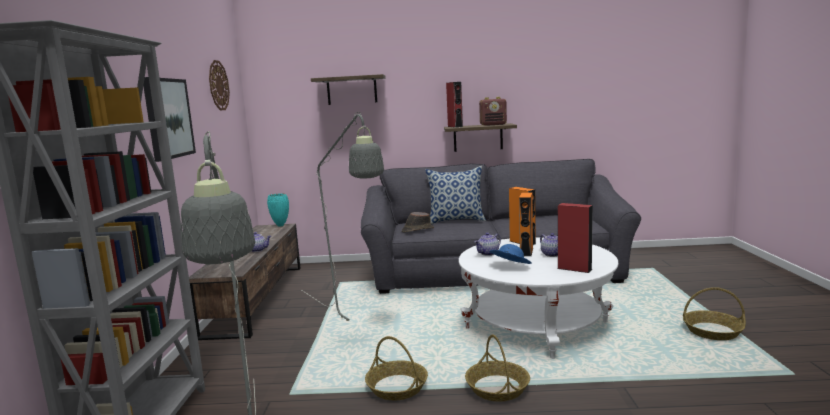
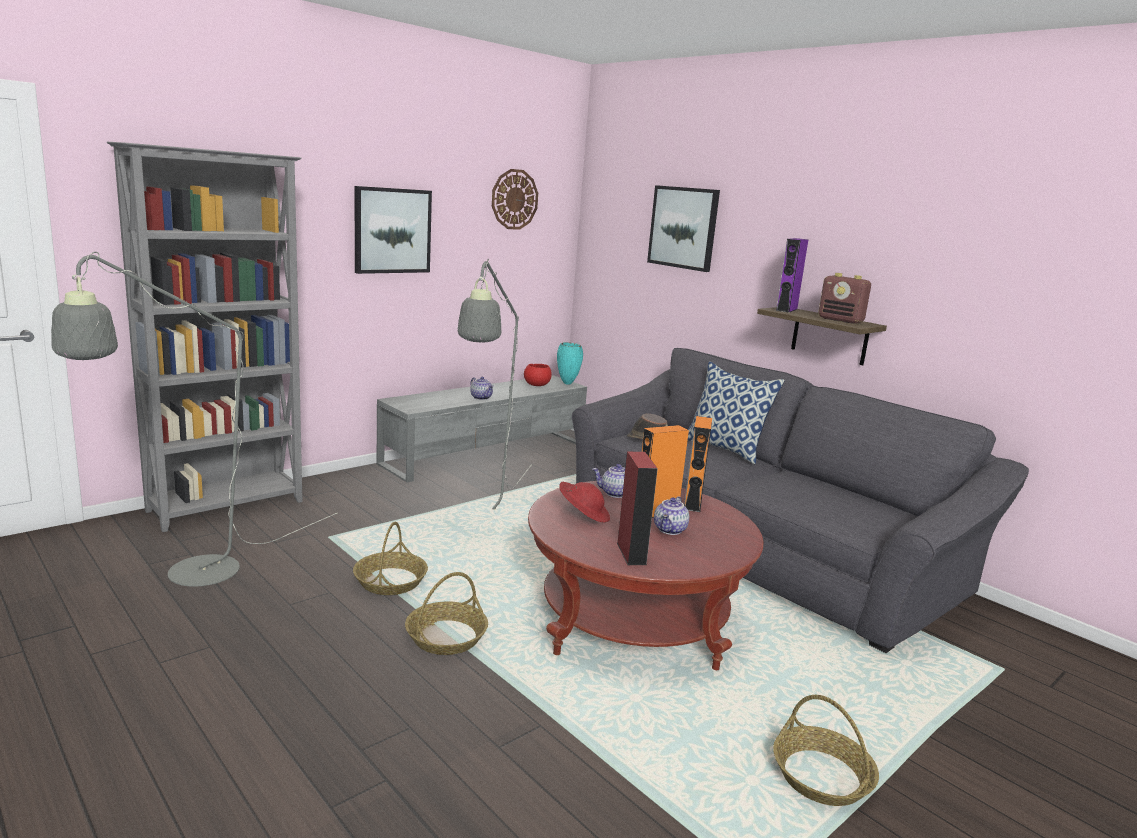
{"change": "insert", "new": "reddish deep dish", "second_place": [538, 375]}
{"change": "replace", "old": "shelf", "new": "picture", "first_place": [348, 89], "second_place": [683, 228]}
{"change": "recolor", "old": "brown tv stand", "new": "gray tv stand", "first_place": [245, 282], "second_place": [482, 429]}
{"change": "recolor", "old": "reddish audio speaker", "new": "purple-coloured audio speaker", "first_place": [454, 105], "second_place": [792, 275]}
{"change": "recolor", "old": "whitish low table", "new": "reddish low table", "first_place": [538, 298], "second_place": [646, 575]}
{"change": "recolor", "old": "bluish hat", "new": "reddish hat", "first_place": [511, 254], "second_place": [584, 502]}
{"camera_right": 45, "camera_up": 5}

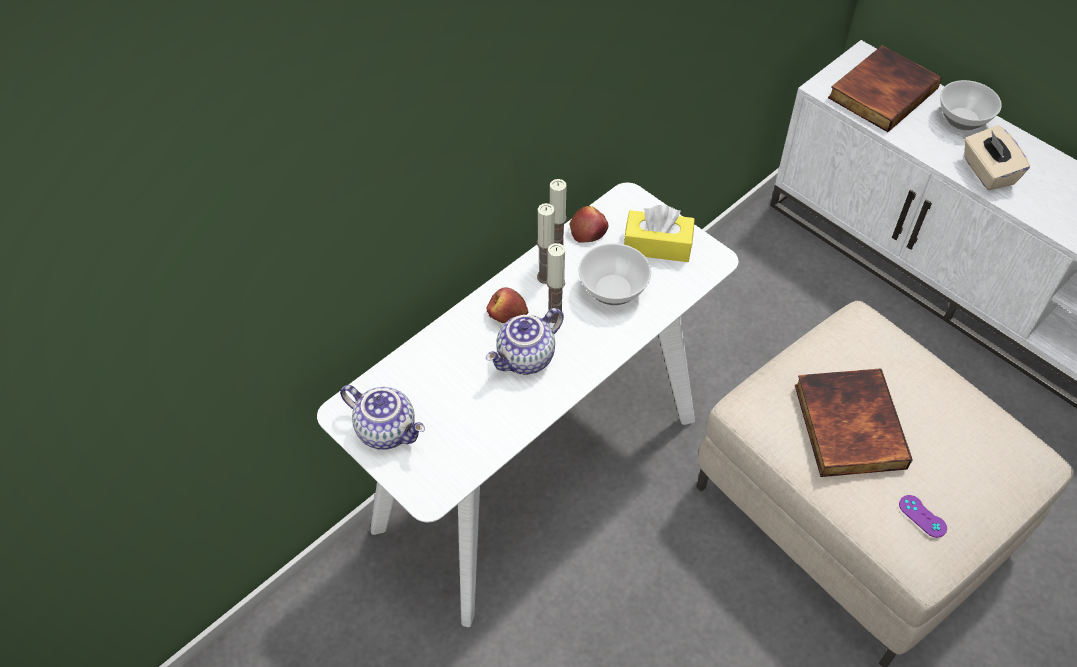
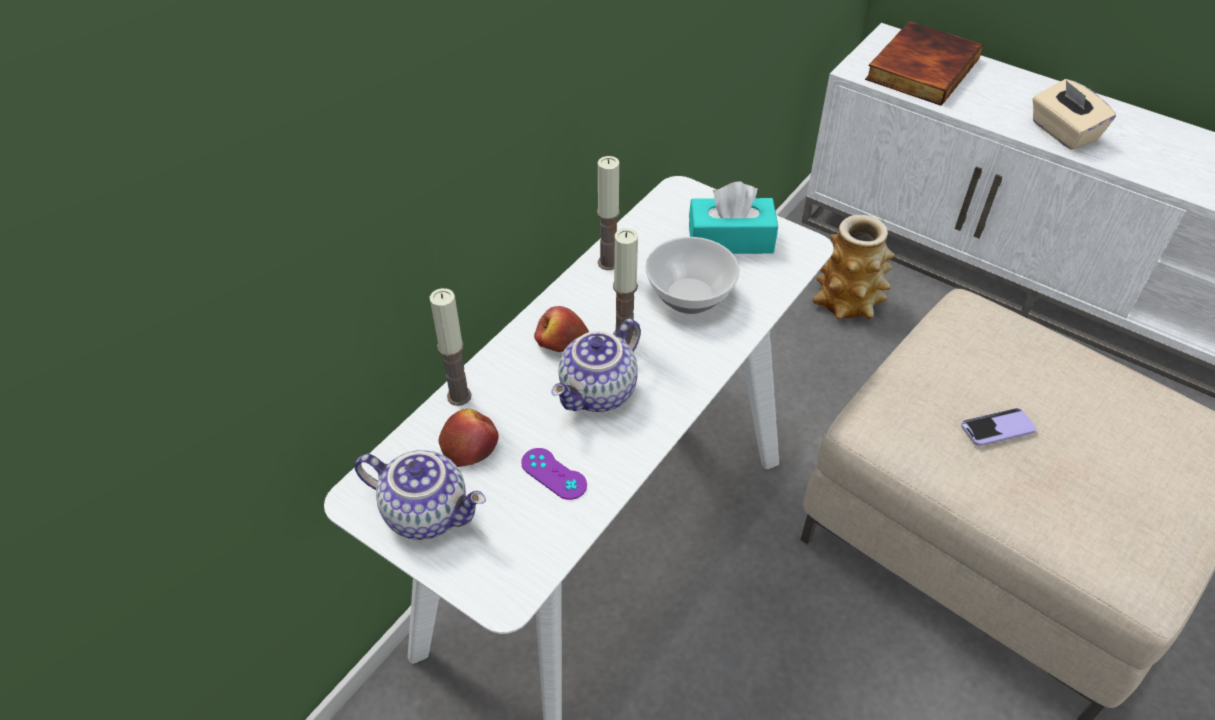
{"change": "delete", "old": "deep dish", "first_place": [971, 105]}
{"change": "insert", "new": "decorative vase", "second_place": [853, 267]}
{"change": "move", "old": "wax light", "first_place": [546, 243], "second_place": [451, 347]}
{"change": "move", "old": "whole apple", "first_place": [589, 224], "second_place": [468, 438]}
{"change": "move", "old": "purple-coloured game controller", "first_place": [923, 516], "second_place": [554, 474]}
{"change": "replace", "old": "volume", "new": "handset", "first_place": [854, 423], "second_place": [998, 427]}
{"change": "recolor", "old": "yellow tissue box", "new": "turquoise-coloured tissue box", "first_place": [659, 233], "second_place": [733, 217]}
{"camera_right": -10, "camera_up": -5}

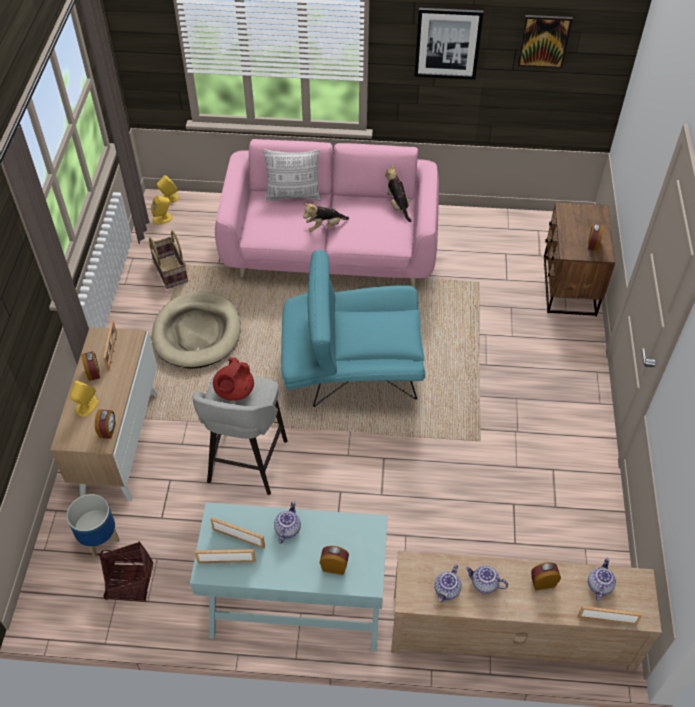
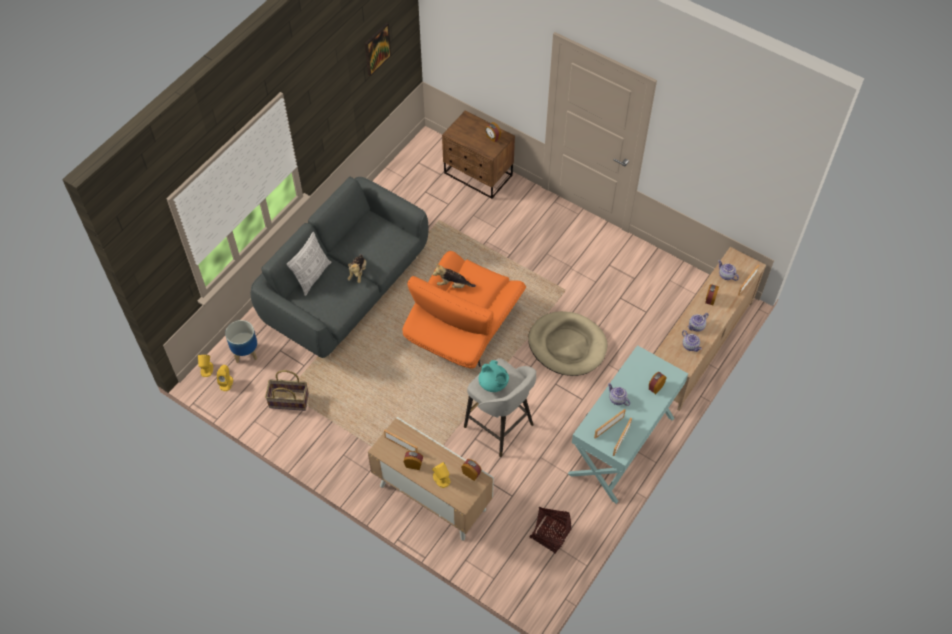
{"change": "delete", "old": "picture", "first_place": [449, 44]}
{"change": "move", "old": "flower pot", "first_place": [93, 526], "second_place": [241, 341]}
{"change": "move", "old": "sand-coloured dog bed", "first_place": [196, 330], "second_place": [567, 343]}
{"change": "move", "old": "cuddly toy", "first_place": [398, 193], "second_place": [454, 276]}
{"change": "recolor", "old": "reddish tea pot", "new": "turquoise-coloured tea pot", "first_place": [233, 379], "second_place": [493, 376]}
{"change": "recolor", "old": "pink sofa", "new": "gray sofa", "first_place": [327, 213], "second_place": [340, 267]}
{"change": "recolor", "old": "turquoise-coloured lounge chair", "new": "orange lounge chair", "first_place": [353, 328], "second_place": [464, 310]}
{"camera_right": -60, "camera_up": 5}

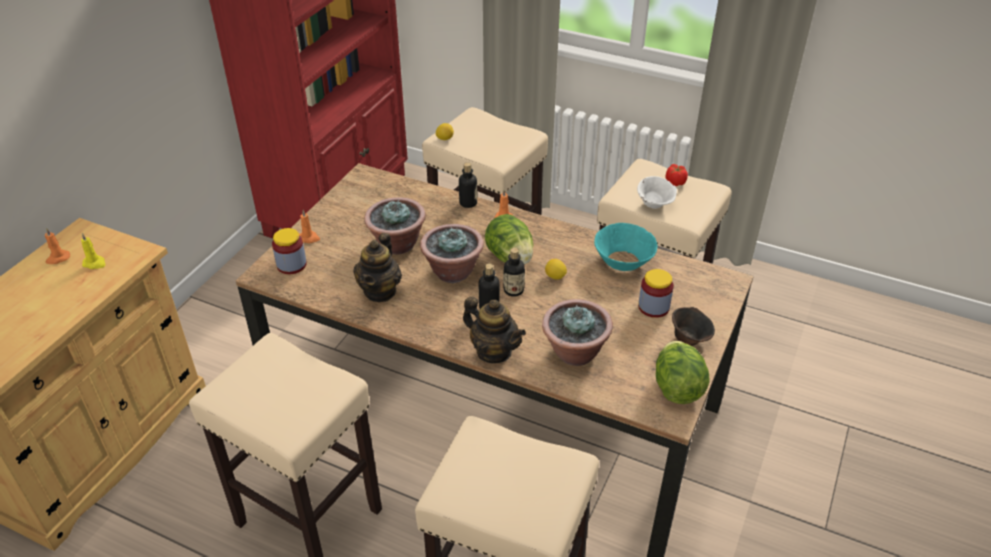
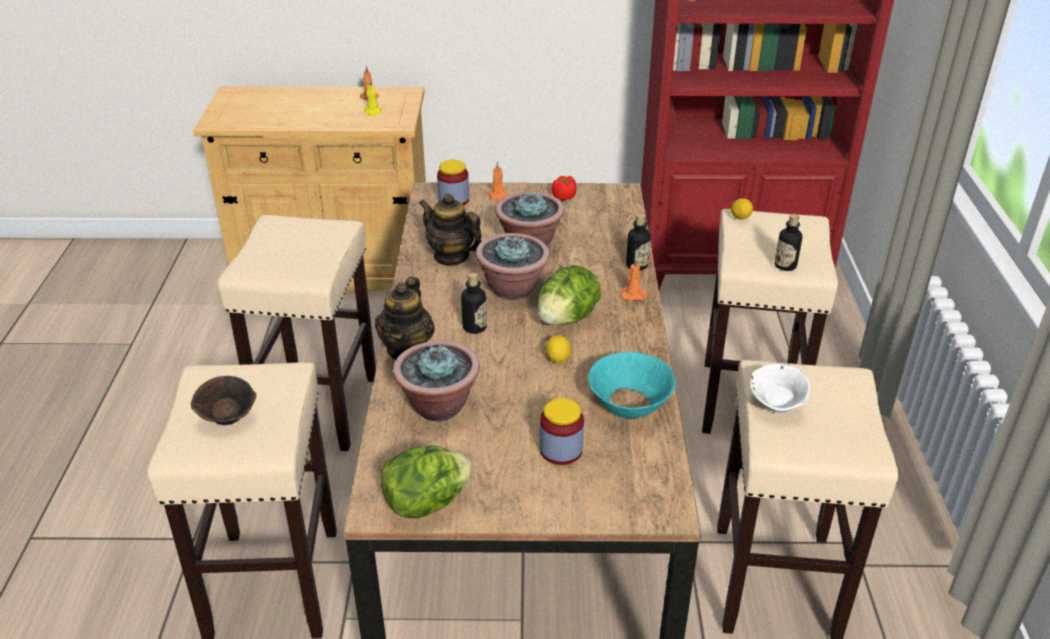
{"change": "move", "old": "beverage bottle", "first_place": [514, 272], "second_place": [788, 242]}
{"change": "move", "old": "whole tomato", "first_place": [676, 175], "second_place": [564, 188]}
{"change": "move", "old": "brown deep dish", "first_place": [693, 326], "second_place": [223, 400]}
{"change": "rotate", "old": "tea pot", "first_place": [377, 267], "second_place": [450, 229], "degrees": 45}
{"camera_right": 65, "camera_up": -5}

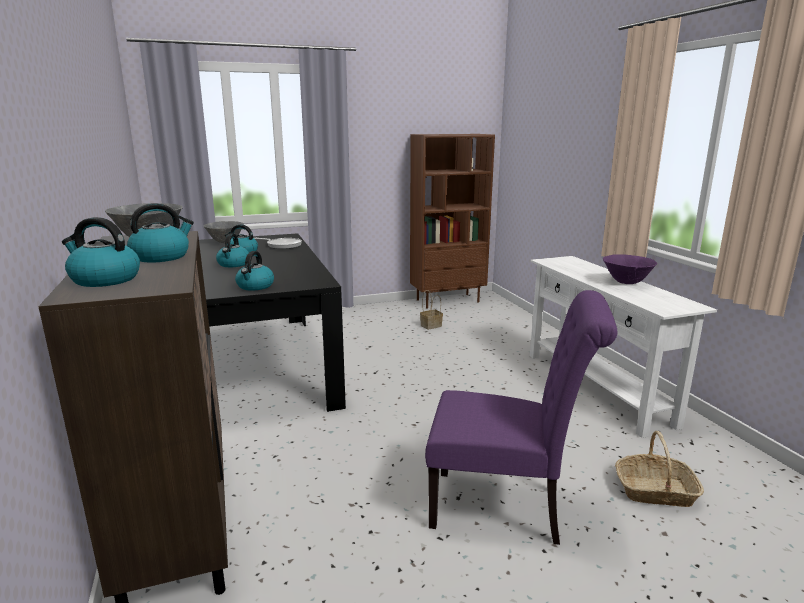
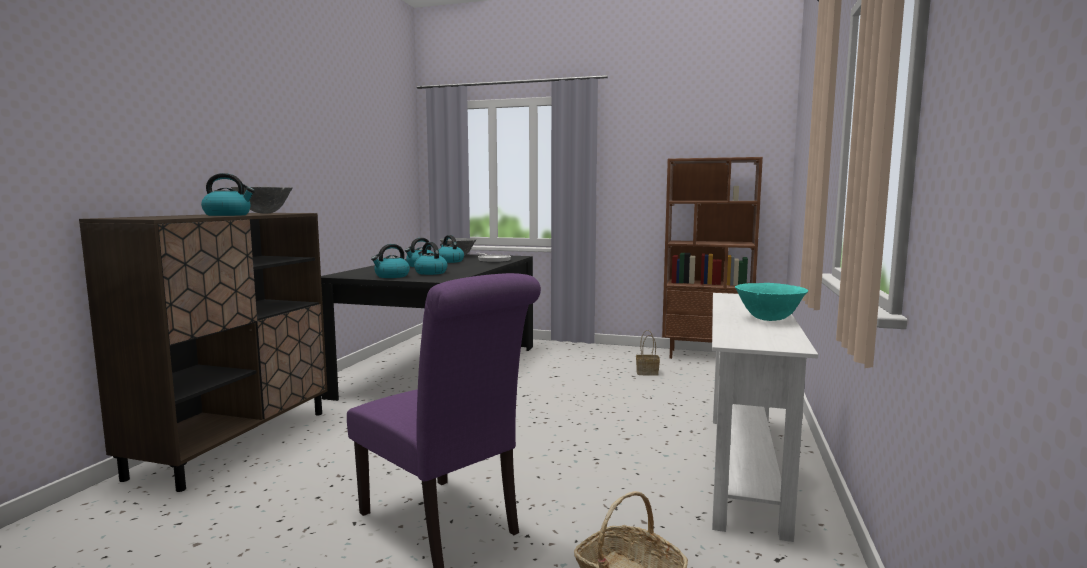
{"change": "move", "old": "water kettle", "first_place": [101, 252], "second_place": [430, 258]}
{"change": "recolor", "old": "purple-coloured deep dish", "new": "turquoise-coloured deep dish", "first_place": [630, 269], "second_place": [771, 302]}
{"camera_right": 35, "camera_up": -10}

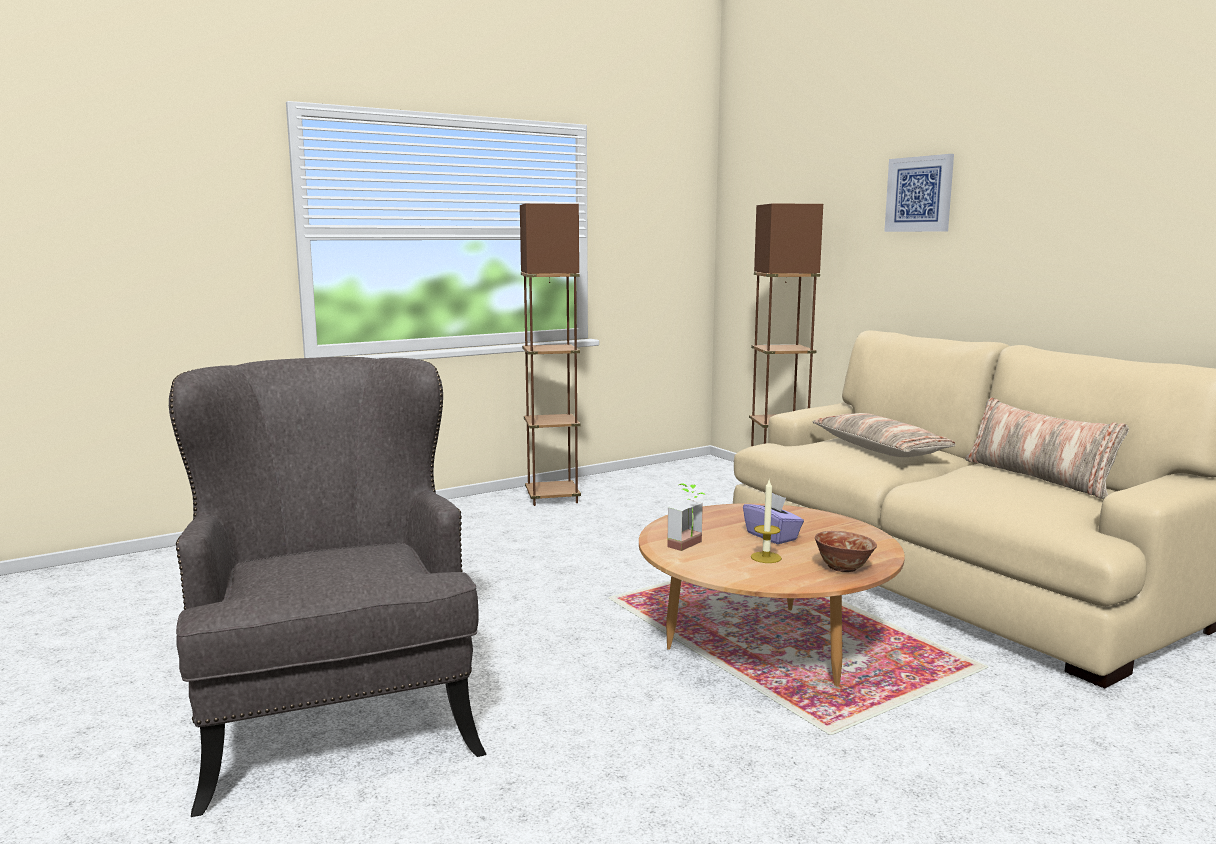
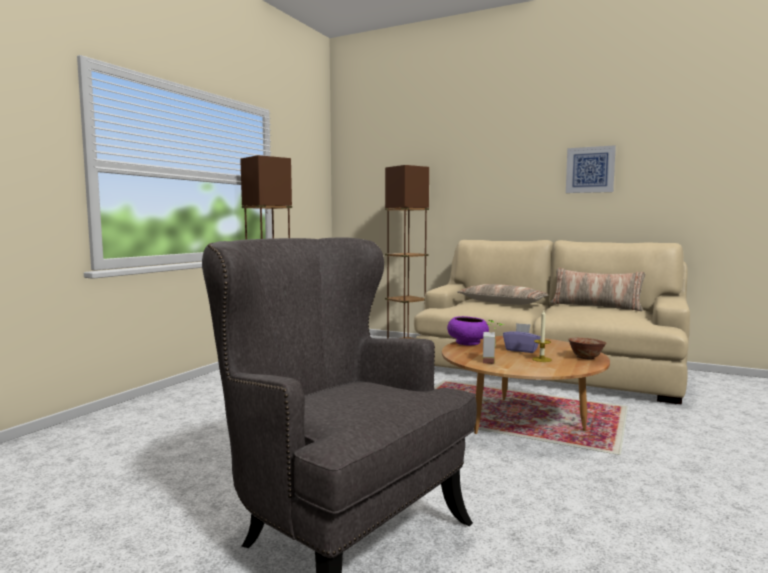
{"change": "insert", "new": "purple-coloured deep dish", "second_place": [468, 330]}
{"change": "move", "old": "picture", "first_place": [919, 193], "second_place": [591, 169]}
{"camera_right": -30, "camera_up": -5}

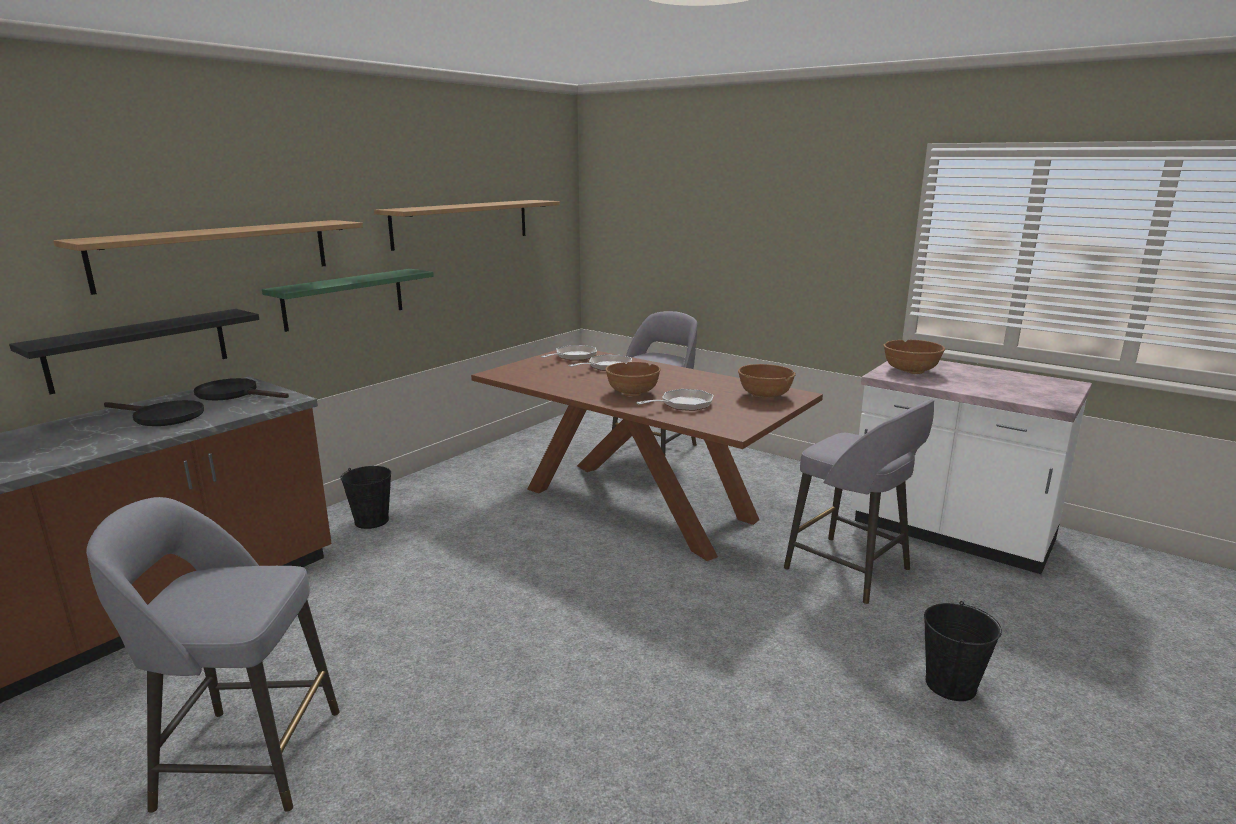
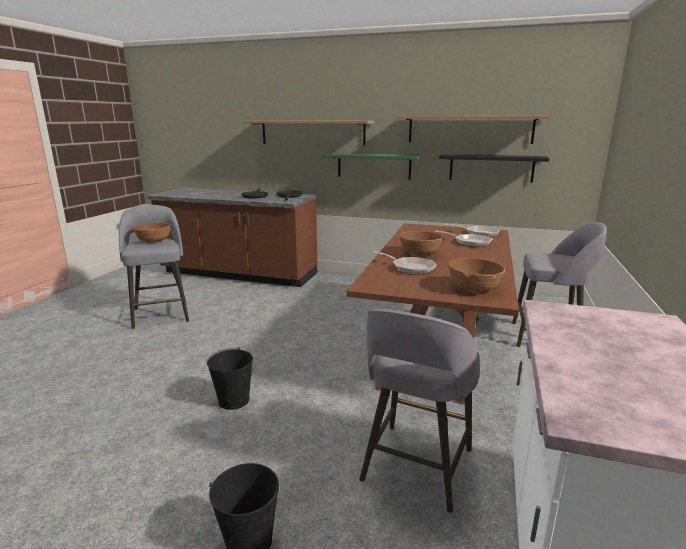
{"change": "move", "old": "black shelf", "first_place": [134, 351], "second_place": [494, 168]}
{"change": "move", "old": "black bucket", "first_place": [365, 497], "second_place": [230, 378]}
{"change": "move", "old": "brown deep dish", "first_place": [914, 357], "second_place": [151, 233]}
{"camera_right": 70, "camera_up": 0}

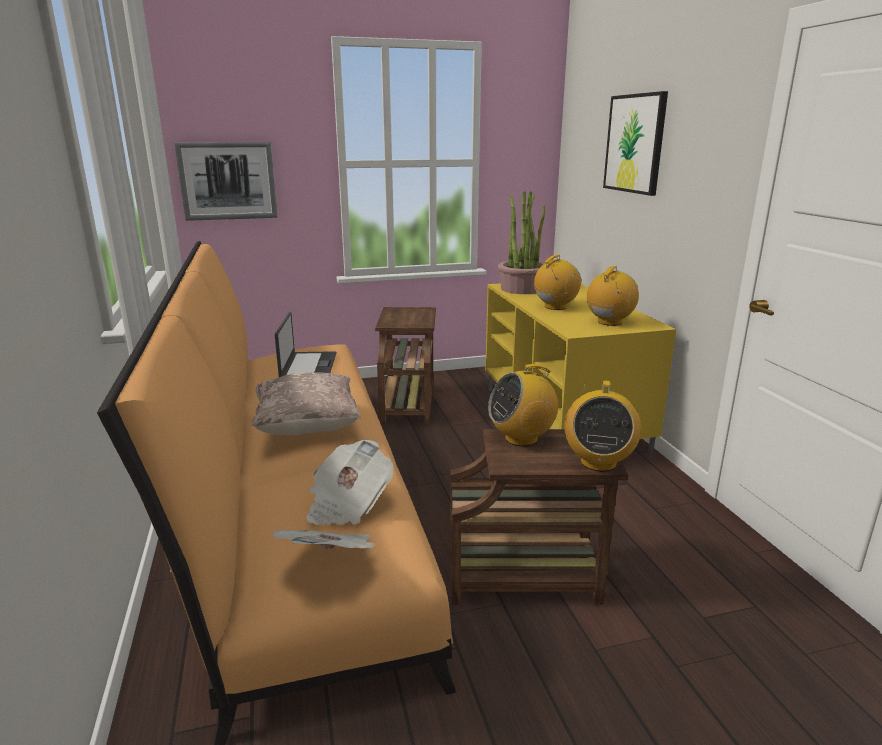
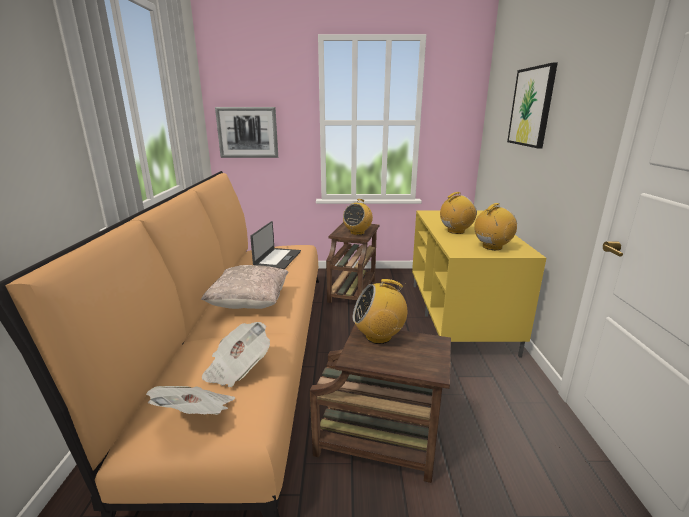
{"change": "delete", "old": "potted plant", "first_place": [521, 242]}
{"change": "move", "old": "radio", "first_place": [602, 426], "second_place": [358, 217]}
{"camera_right": 15, "camera_up": 0}

